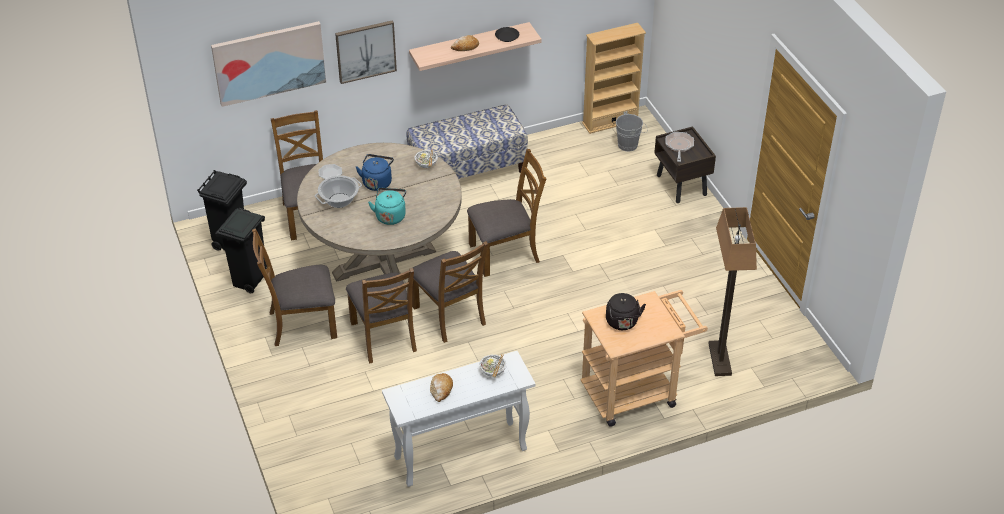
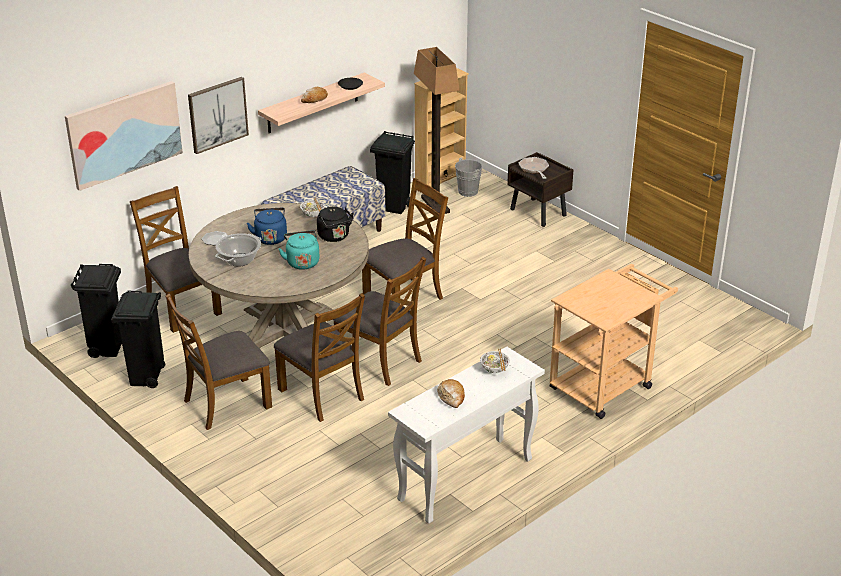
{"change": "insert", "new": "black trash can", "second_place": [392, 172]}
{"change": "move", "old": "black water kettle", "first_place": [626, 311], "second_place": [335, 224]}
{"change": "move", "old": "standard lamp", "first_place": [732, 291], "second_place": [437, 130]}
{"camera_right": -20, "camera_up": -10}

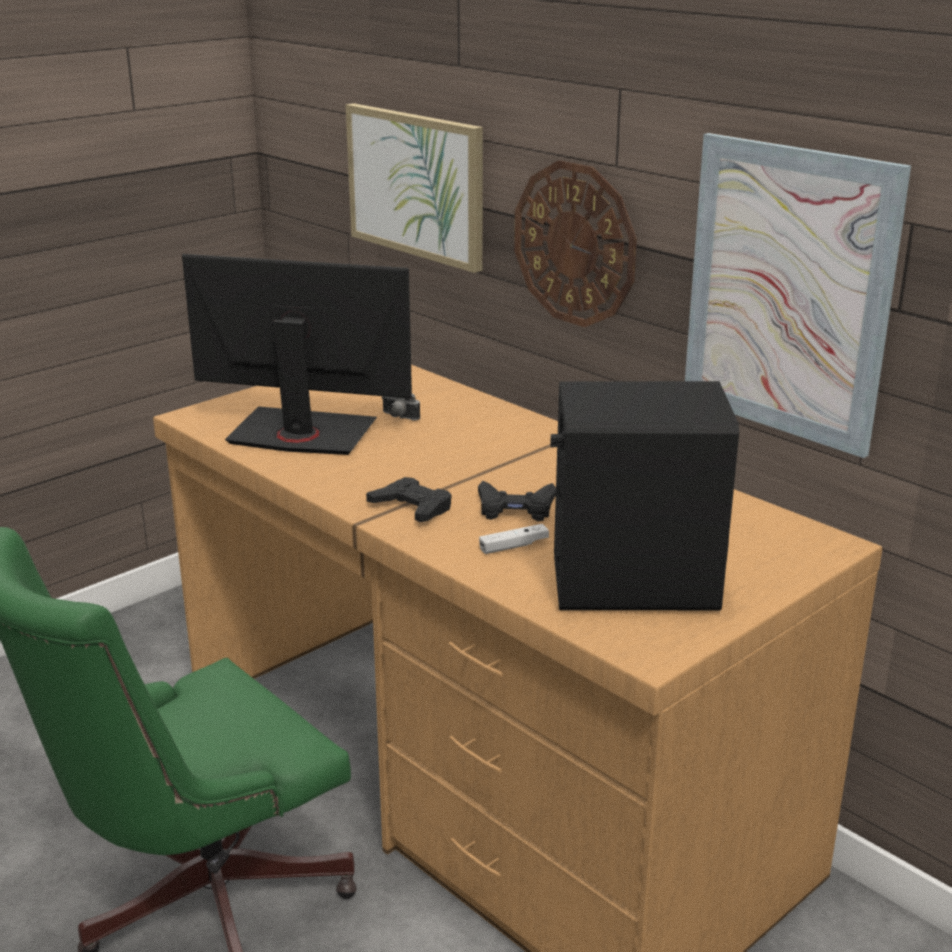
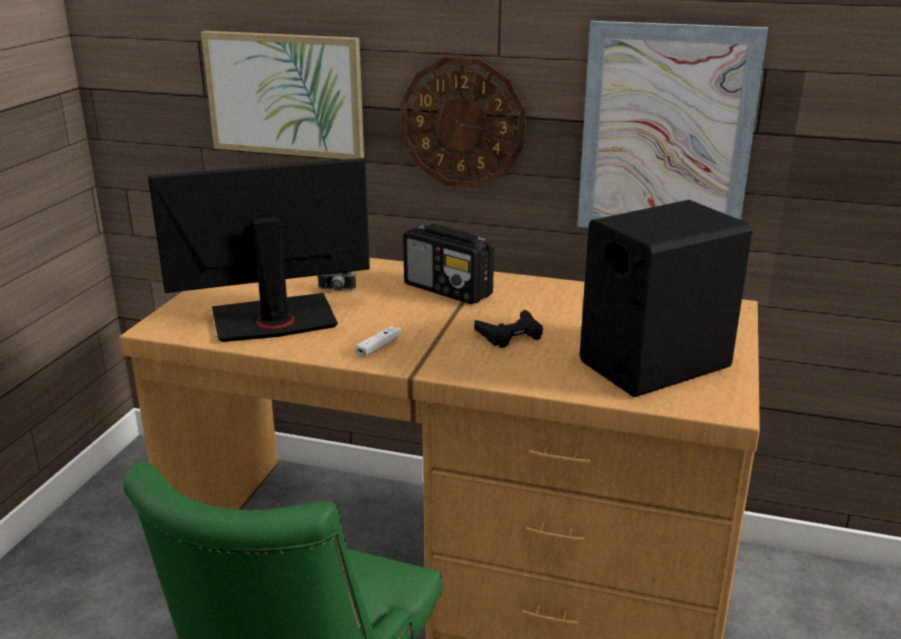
{"change": "delete", "old": "black game controller", "first_place": [409, 499]}
{"change": "insert", "new": "radio", "second_place": [448, 264]}
{"change": "move", "old": "whitish game controller", "first_place": [514, 539], "second_place": [378, 341]}
{"camera_right": -30, "camera_up": 0}

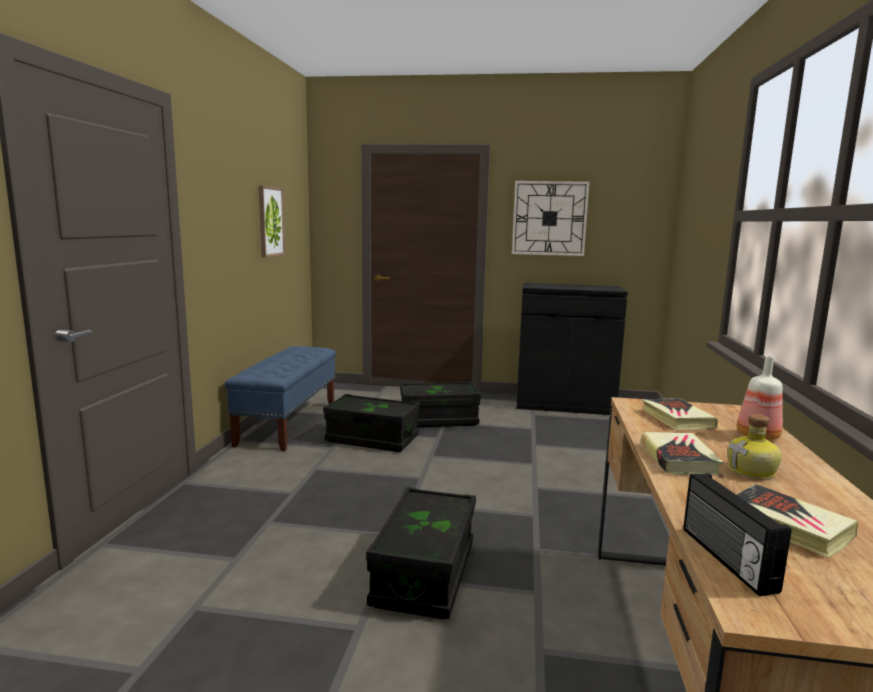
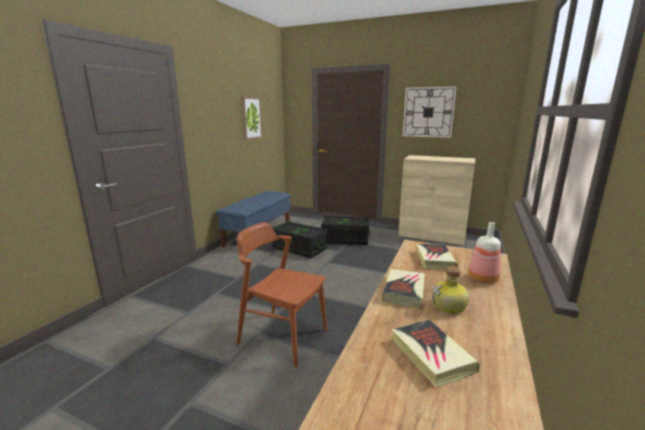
{"change": "delete", "old": "radio", "first_place": [737, 534]}
{"change": "replace", "old": "black storage box", "new": "brown upright chair", "first_place": [421, 553], "second_place": [282, 294]}
{"change": "recolor", "old": "black storage cabinet", "new": "sand-coloured storage cabinet", "first_place": [572, 349], "second_place": [436, 200]}
{"camera_right": 15, "camera_up": 5}

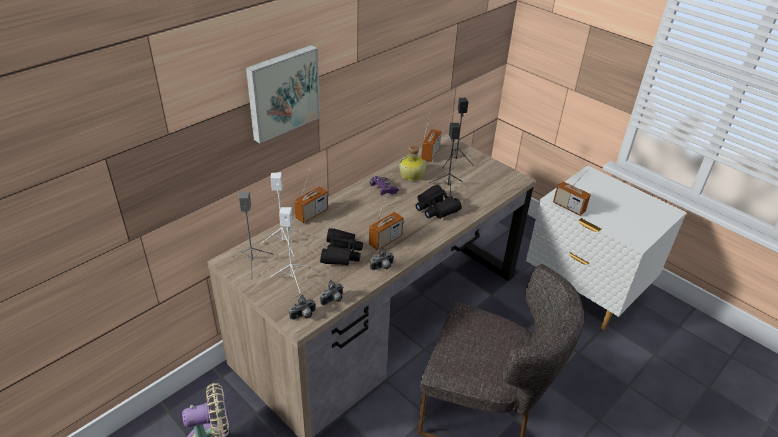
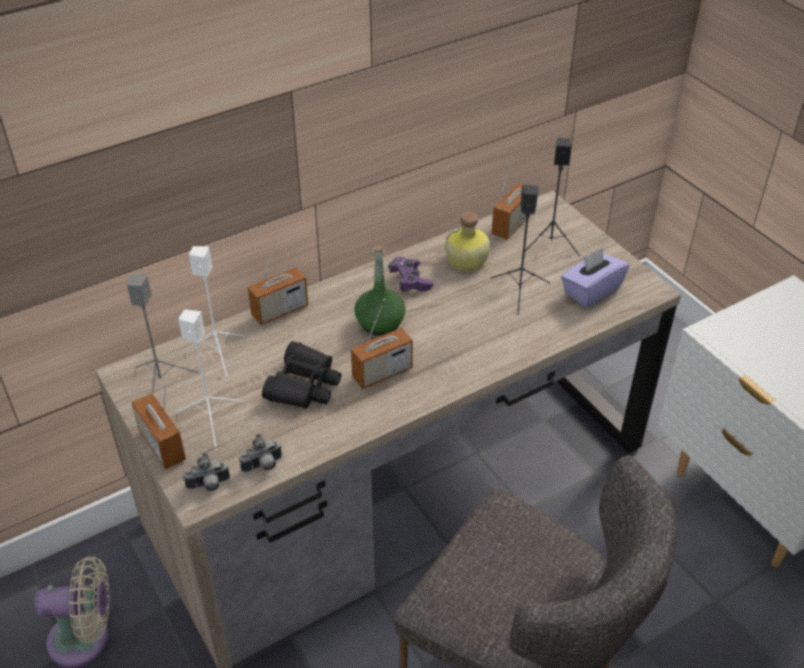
{"change": "delete", "old": "picture", "first_place": [283, 94]}
{"change": "delete", "old": "still camera", "first_place": [382, 258]}
{"change": "delete", "old": "black field glasses", "first_place": [439, 202]}
{"change": "insert", "new": "greenish beverage bottle", "second_place": [380, 290]}
{"change": "insert", "new": "purple-coloured tissue box", "second_place": [595, 277]}
{"change": "move", "old": "radio", "first_place": [572, 192], "second_place": [158, 426]}
{"camera_right": 15, "camera_up": 5}

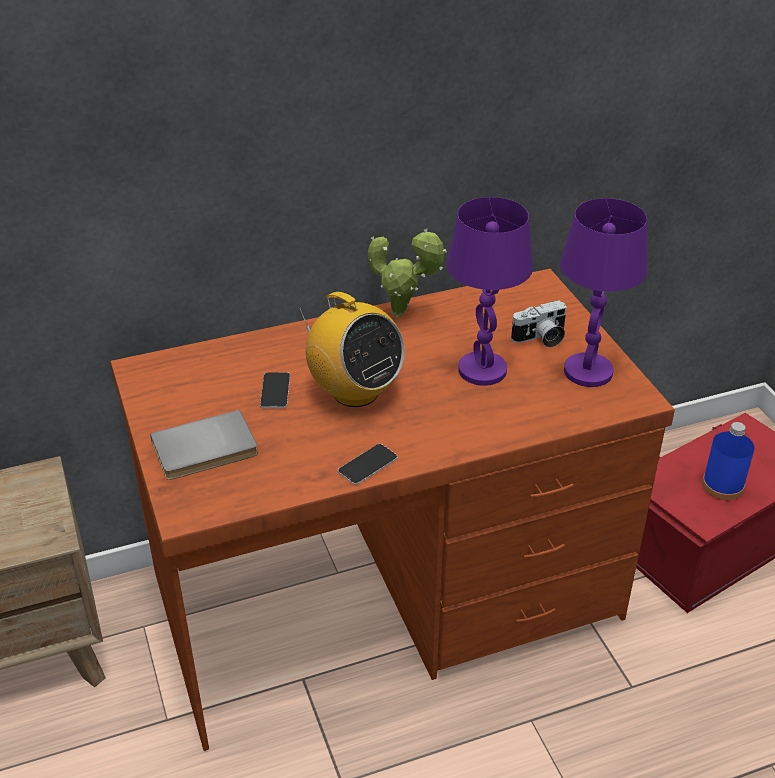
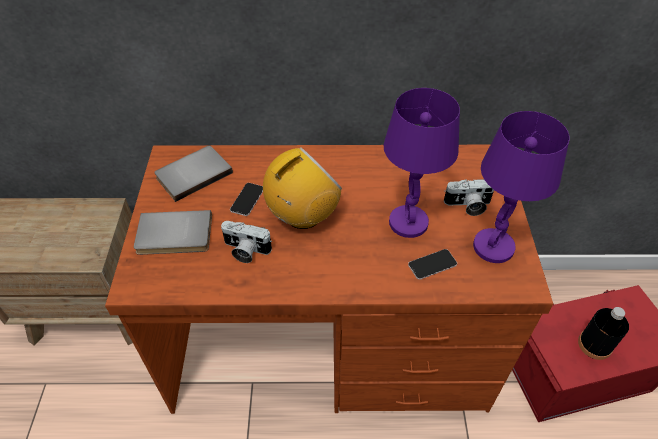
{"change": "delete", "old": "potted plant", "first_place": [407, 273]}
{"change": "insert", "new": "gray volume", "second_place": [193, 174]}
{"change": "insert", "new": "still camera", "second_place": [246, 242]}
{"change": "move", "old": "handset", "first_place": [368, 464], "second_place": [432, 264]}
{"change": "recolor", "old": "bluish beverage bottle", "new": "black beverage bottle", "first_place": [728, 461], "second_place": [603, 333]}
{"change": "rotate", "old": "radio", "first_place": [352, 349], "second_place": [302, 188], "degrees": -105}
{"camera_right": 20, "camera_up": 10}

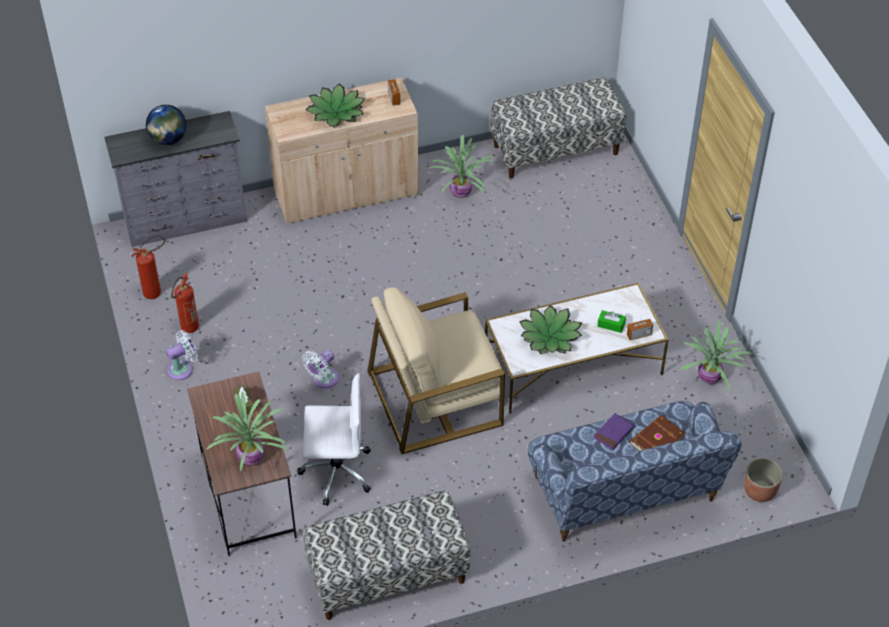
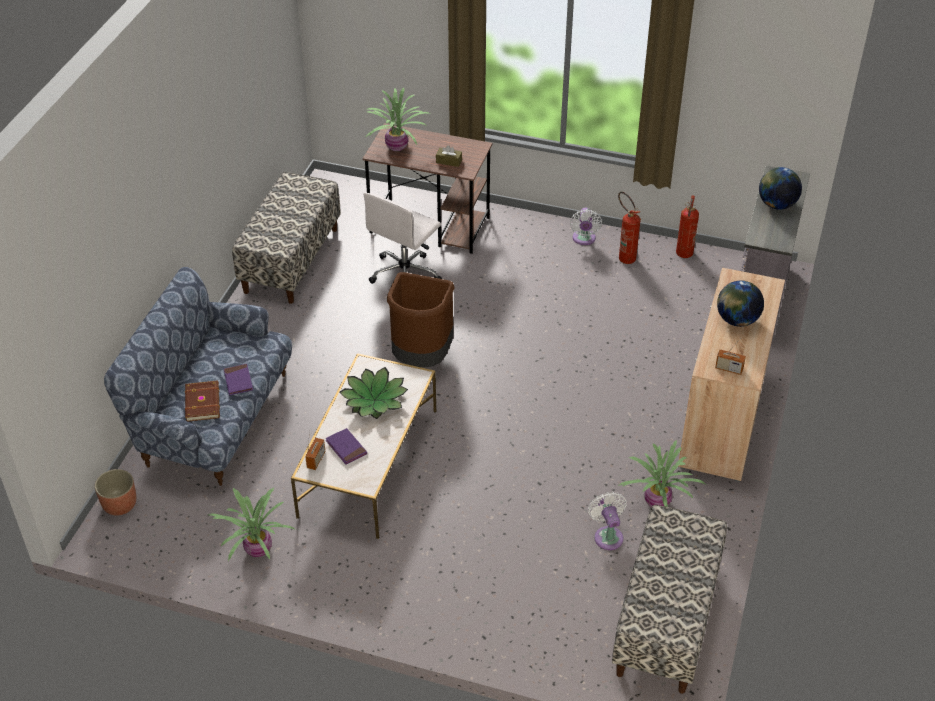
{"change": "move", "old": "whitish cooling fan", "first_place": [320, 369], "second_place": [607, 521]}
{"change": "replace", "old": "potted plant", "new": "world globe", "first_place": [335, 105], "second_place": [740, 304]}
{"change": "replace", "old": "sand-coloured lounge chair", "new": "brown trash can", "first_place": [436, 370], "second_place": [421, 319]}
{"change": "replace", "old": "greenish tissue box", "new": "purple-coloured volume", "first_place": [611, 321], "second_place": [346, 446]}
{"camera_right": 125, "camera_up": -5}

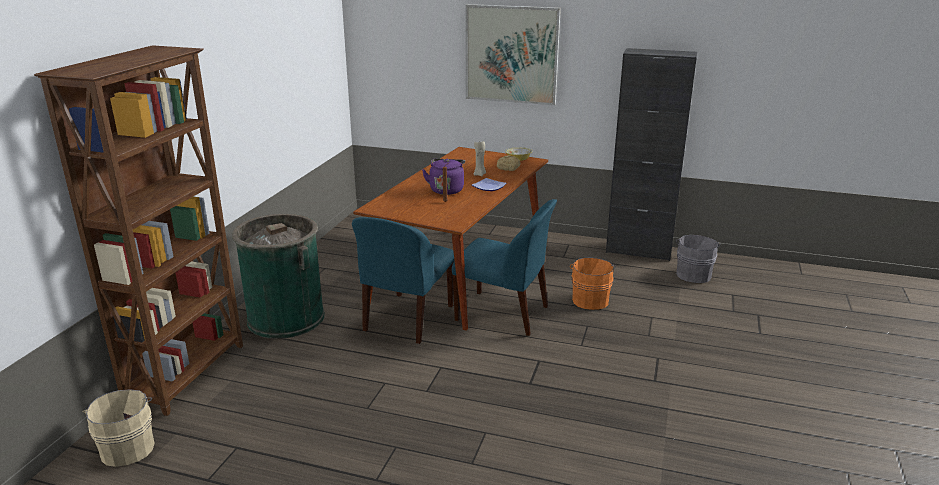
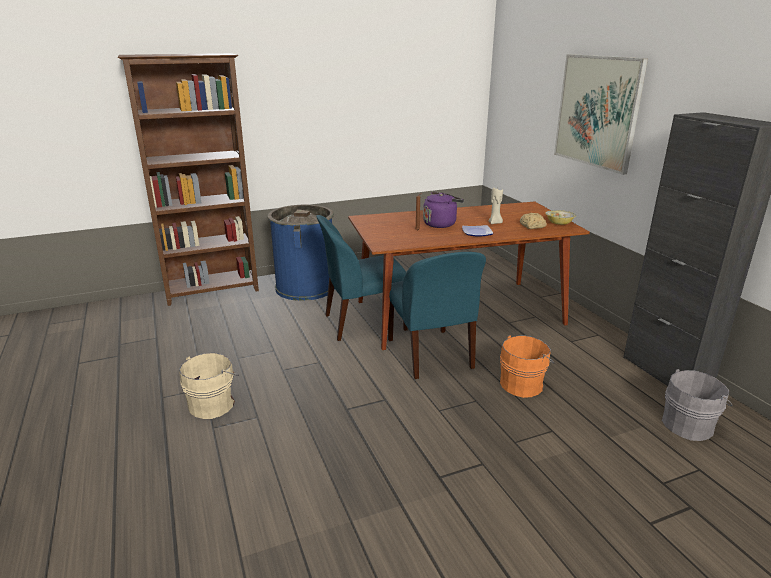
{"change": "move", "old": "sand-coloured bucket", "first_place": [119, 428], "second_place": [209, 386]}
{"change": "recolor", "old": "greenish trash can", "new": "bluish trash can", "first_place": [278, 276], "second_place": [301, 253]}
{"camera_right": 50, "camera_up": 0}

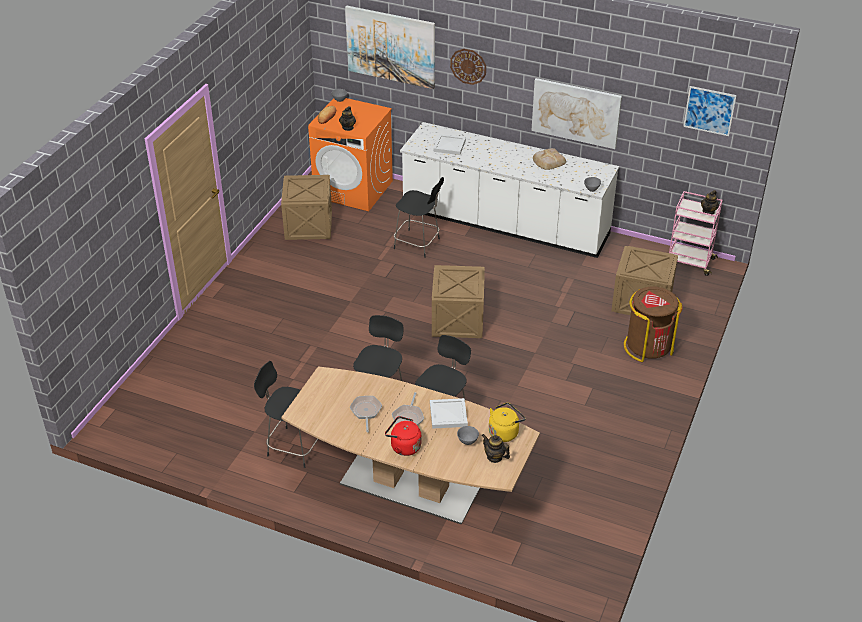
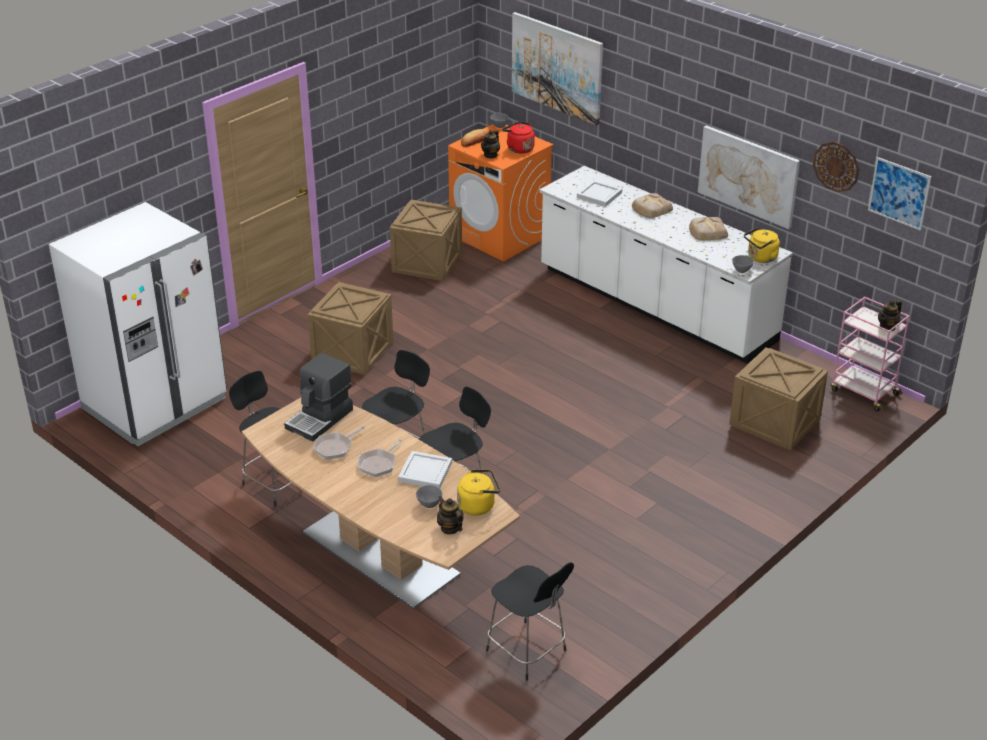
{"change": "delete", "old": "brown trash can", "first_place": [653, 324]}
{"change": "insert", "new": "whitish kitchen fridge", "second_place": [138, 324]}
{"change": "insert", "new": "coffee maker", "second_place": [318, 397]}
{"change": "insert", "new": "bread", "second_place": [652, 205]}
{"change": "insert", "new": "yellow water kettle", "second_place": [762, 245]}
{"change": "move", "old": "reddish water kettle", "first_place": [403, 436], "second_place": [518, 137]}
{"change": "move", "old": "black stool seat", "first_place": [419, 217], "second_place": [530, 621]}
{"change": "move", "old": "shipping crate", "first_place": [458, 301], "second_place": [350, 328]}
{"change": "move", "old": "clock on the wall", "first_place": [468, 67], "second_place": [836, 167]}
{"change": "rotate", "old": "frying pan", "first_place": [365, 414], "second_place": [339, 442], "degrees": -150}
{"camera_right": 20, "camera_up": -5}

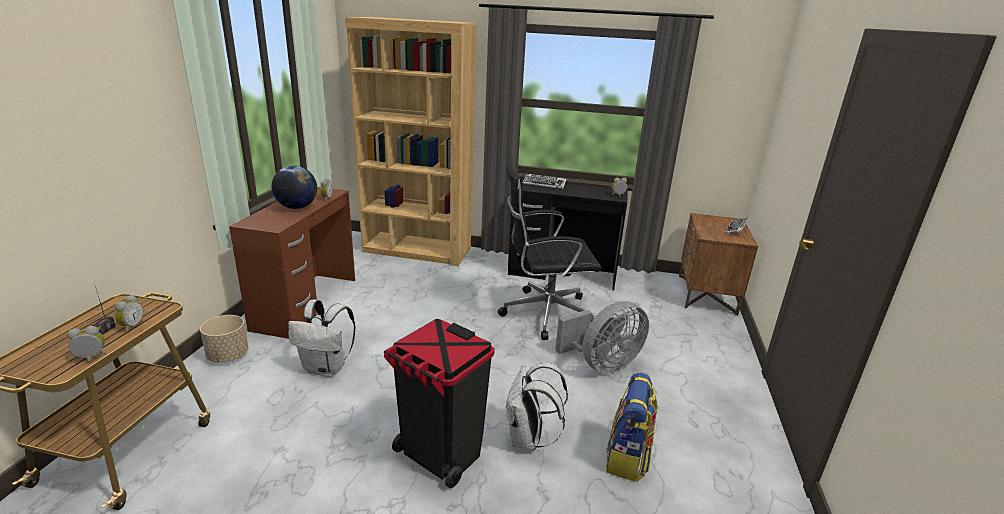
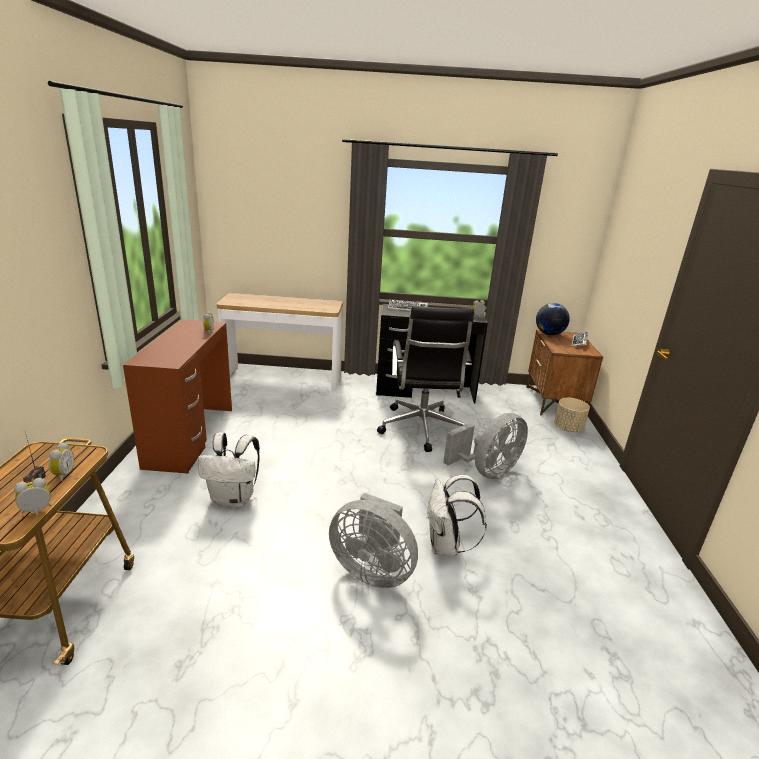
{"change": "delete", "old": "backpack", "first_place": [632, 427]}
{"change": "move", "old": "sand-coloured flower pot", "first_place": [224, 339], "second_place": [572, 415]}
{"change": "move", "old": "world globe", "first_place": [294, 187], "second_place": [553, 319]}
{"change": "replace", "old": "brown bookcase", "new": "narrow table", "first_place": [410, 141], "second_place": [280, 341]}
{"change": "replace", "old": "black trash can", "new": "gray cooling fan", "first_place": [439, 403], "second_place": [373, 540]}
{"change": "rotate", "old": "black desk chair", "first_place": [550, 250], "second_place": [425, 379], "degrees": -75}
{"camera_right": -10, "camera_up": 0}

